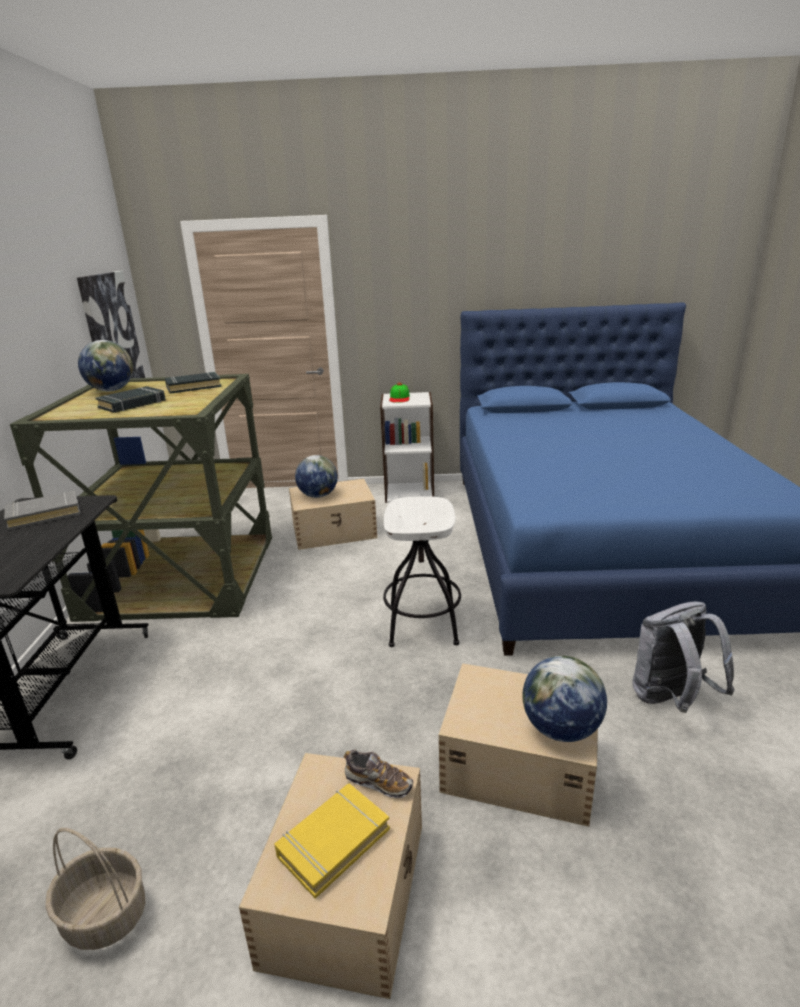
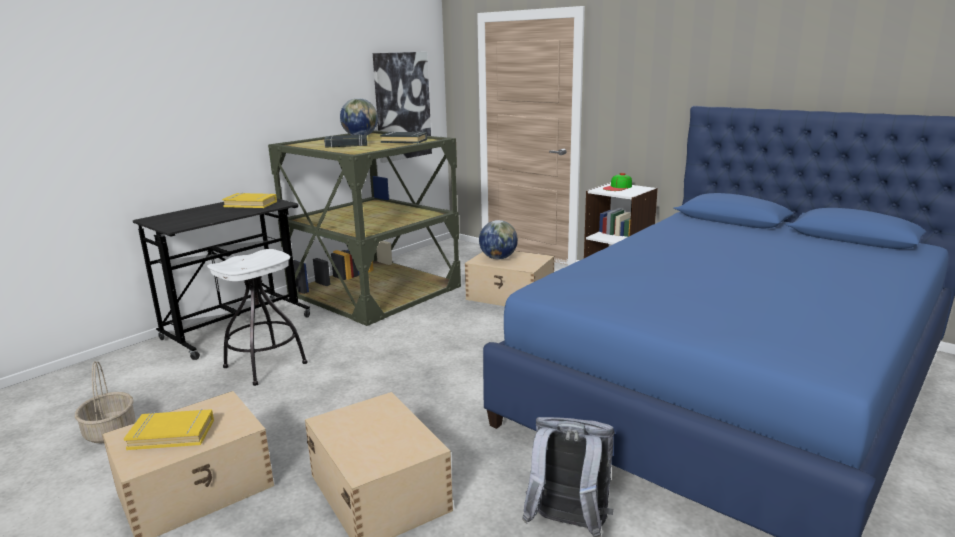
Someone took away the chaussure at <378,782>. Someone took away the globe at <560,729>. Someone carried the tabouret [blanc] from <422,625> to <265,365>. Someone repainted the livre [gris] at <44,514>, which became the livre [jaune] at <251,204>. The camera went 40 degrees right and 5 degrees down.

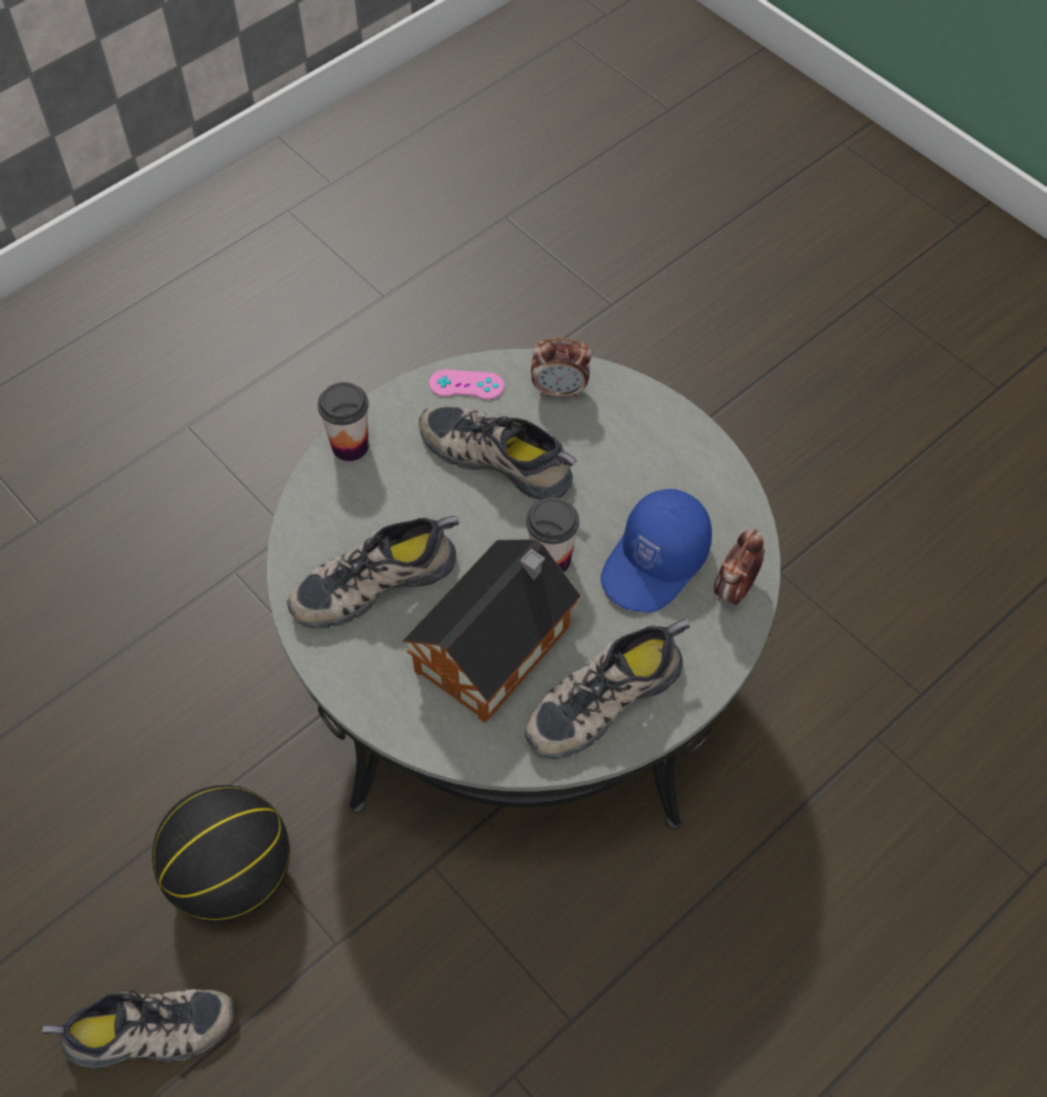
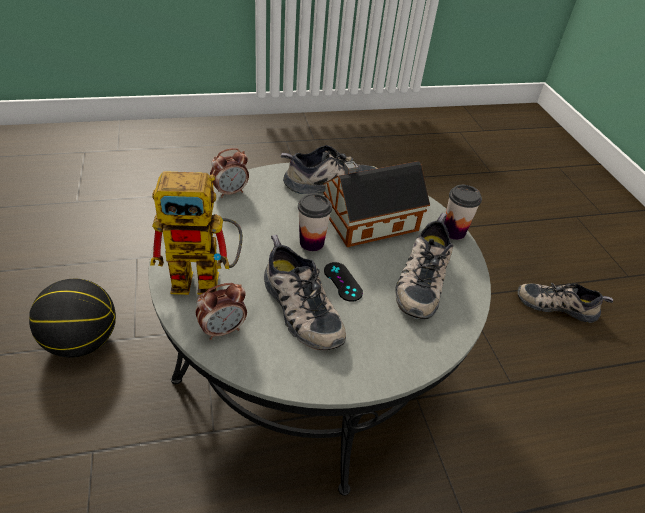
Someone took away the manette [rose] at <466,385>. Someone took away the casquette [bleu] at <656,563>. Someone put down the robot jouet at <207,279>. Someone put down the manette [noir] at <342,281>. Someone carried the ballon de basket from <233,876> to <82,341>. Someone carried the tasse from <350,446> to <454,232>. Someone rotated the chaussure at <374,579> by 105 degrees clockwise. Someone rotated the réveil at <560,390> by 120 degrees clockwise. The camera went 155 degrees left and 15 degrees down.

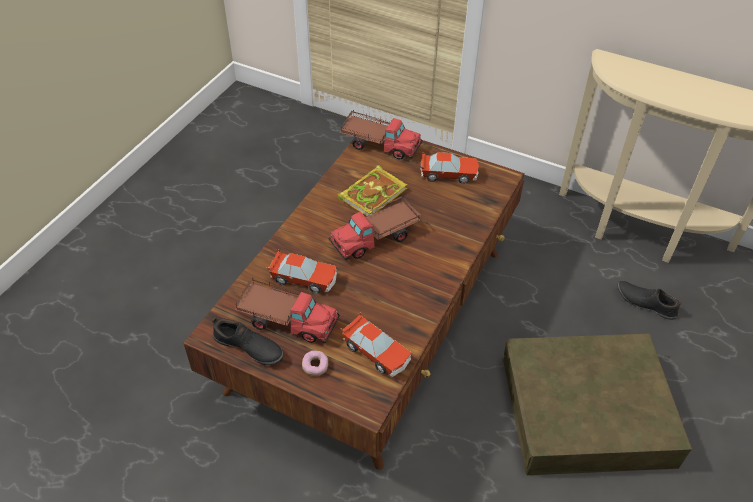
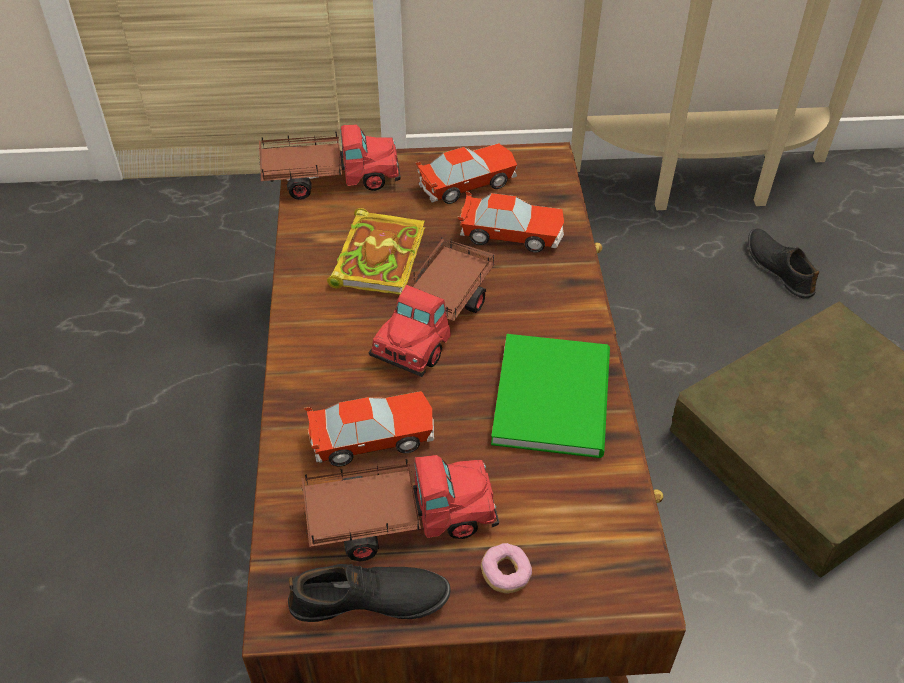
Someone put down the livre [vert] at <556,394>. Someone carried the petite voiture from <376,352> to <511,234>. Someone rotated the chaussure [noir] at <645,302> by 60 degrees clockwise. The camera went 30 degrees left and 0 degrees up.

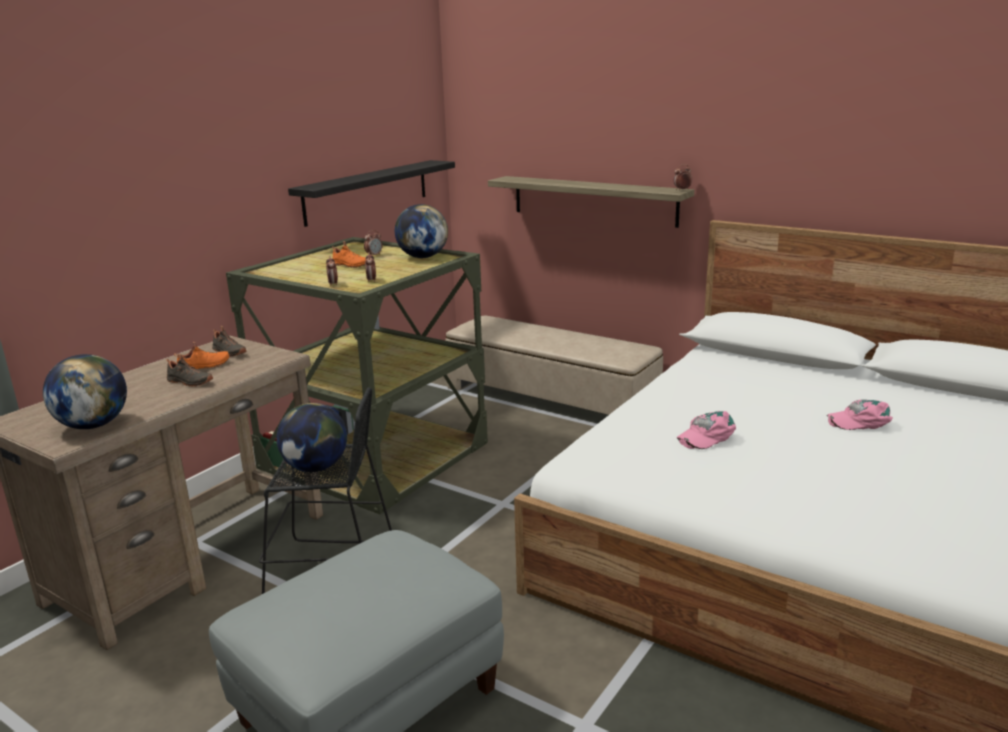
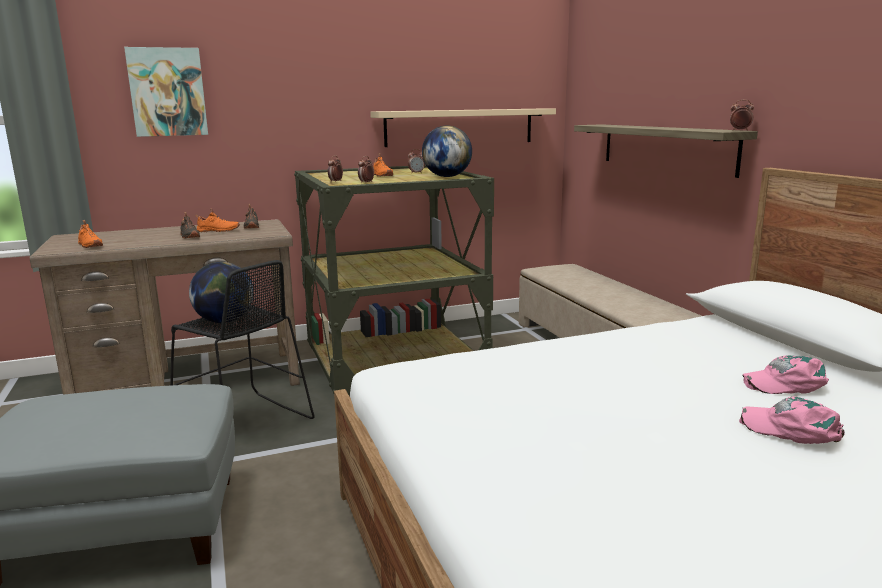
Someone put up the tableau at <167,92>. Someone carried the casquette [rose] from <705,436> to <784,383>. Someone swapped the globe at <93,425> for the chaussure [orange] at <89,246>. Someone repainted the étagère [noir] at <367,191>, which became the étagère [beige] at <459,127>. The camera went 35 degrees right and 5 degrees down.

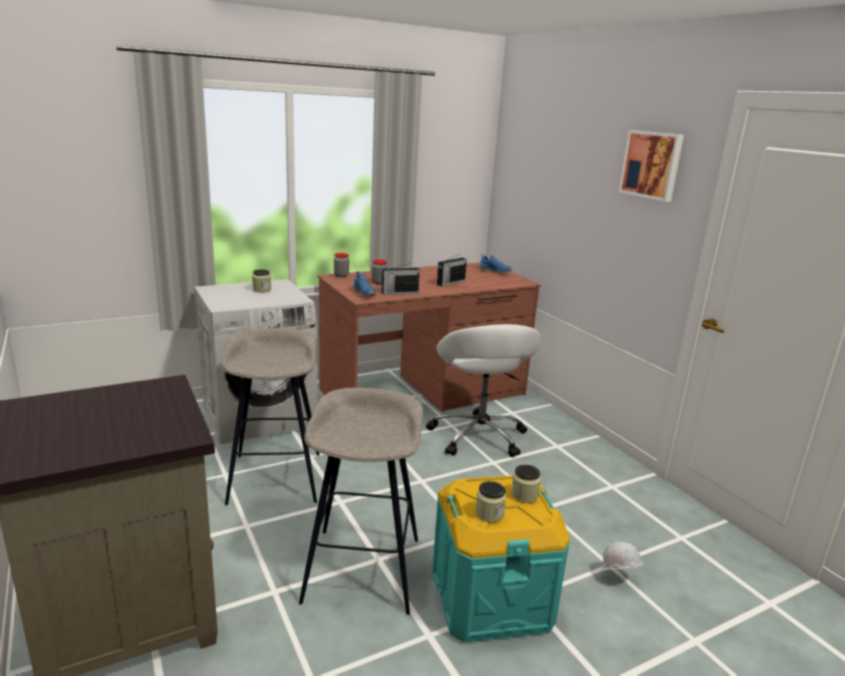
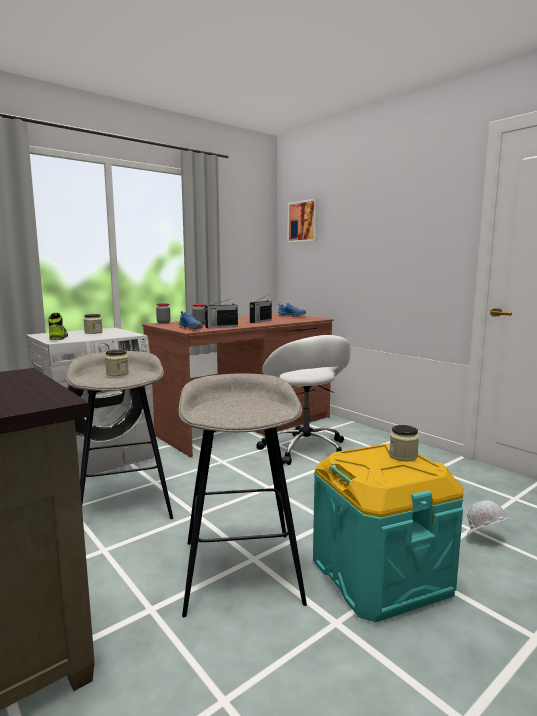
Someone put down the chaussure at <58,338>. Someone carried the bocal from <489,514> to <117,374>. Someone carried the tableau from <652,165> to <304,221>. The camera went 10 degrees left and 10 degrees down.

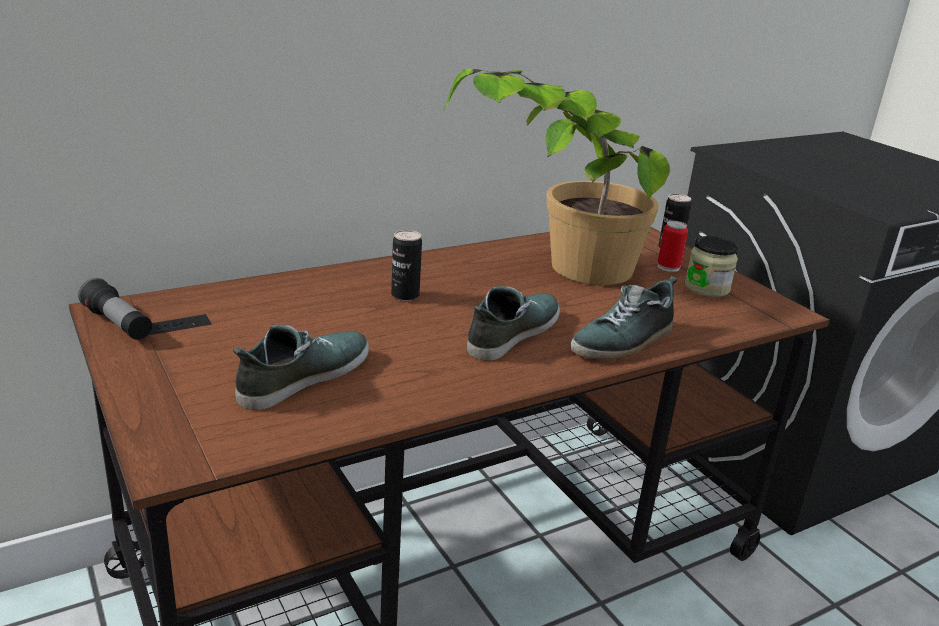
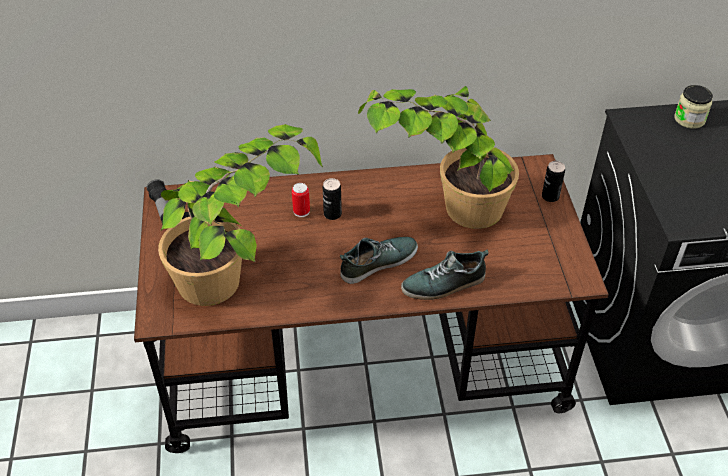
Someone carried the boîte métallique from <668,267> to <301,211>. Someone carried the bocal from <707,287> to <689,119>. Someone swapped the chaussure at <303,376> for the plante en pot at <241,273>. The camera went 25 degrees right and 20 degrees up.

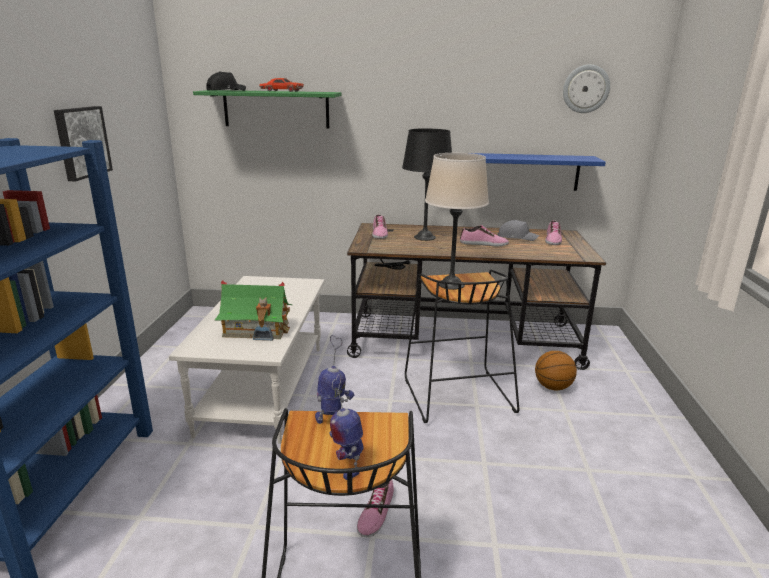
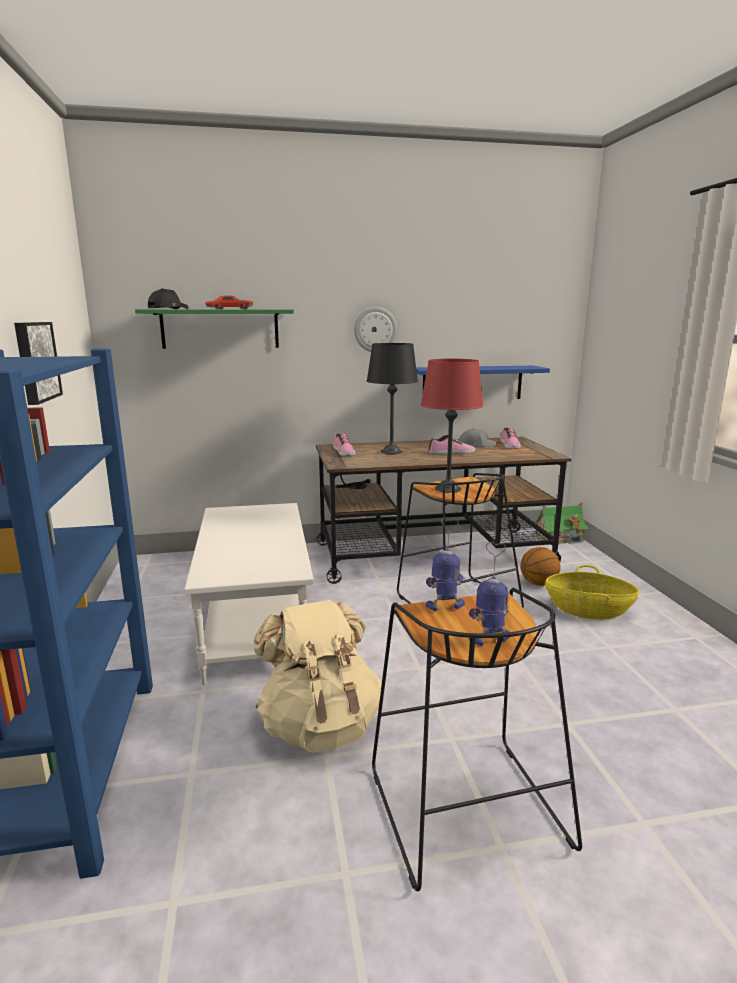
Someone took away the chaussure at <376,512>. Someone put down the sac à dos [beige] at <320,725>. Someone put down the panier at <588,610>. Someone carried the maison miniature from <256,329> to <559,538>. Someone carried the horloge murale from <585,89> to <375,329>. Someone repainted the lampe de table [beige] at <451,284>, which became the lampe de table [rouge] at <448,489>. Someone rotated the robot jouet at <347,464> by 105 degrees clockwise. The camera went 15 degrees left and 5 degrees down.

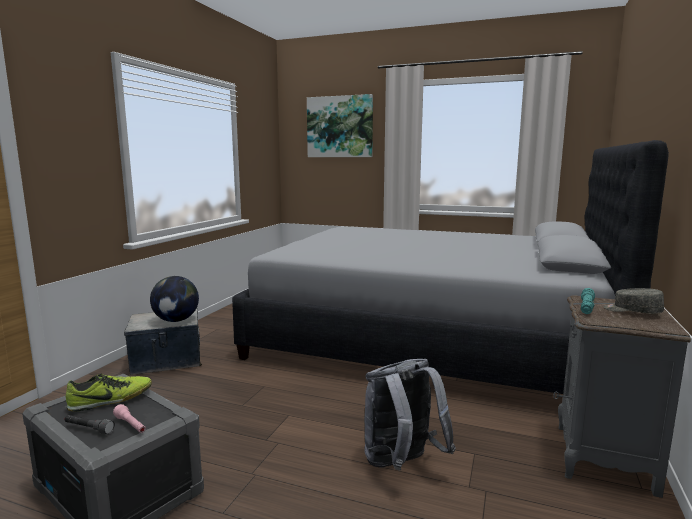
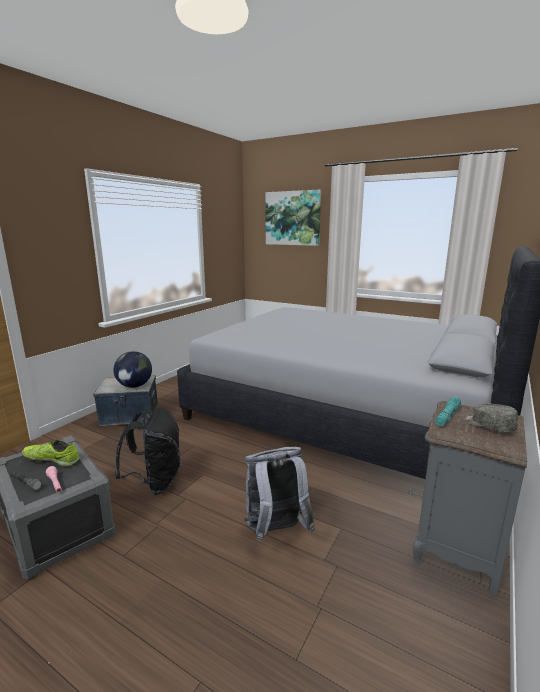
Someone put down the sac à dos [noir] at <155,482>. Someone rotated the chaussure at <111,400> by 150 degrees counterclockwise. The camera went 10 degrees right and 5 degrees up.

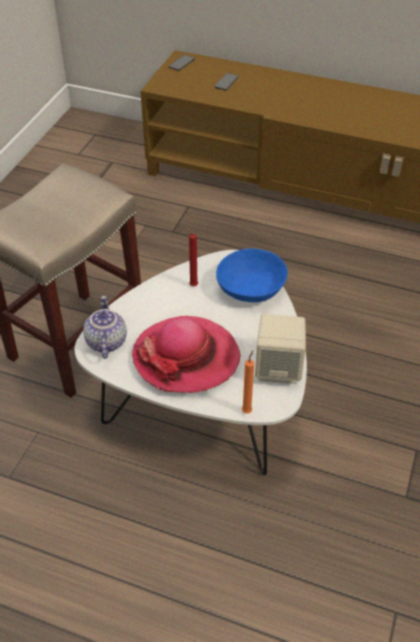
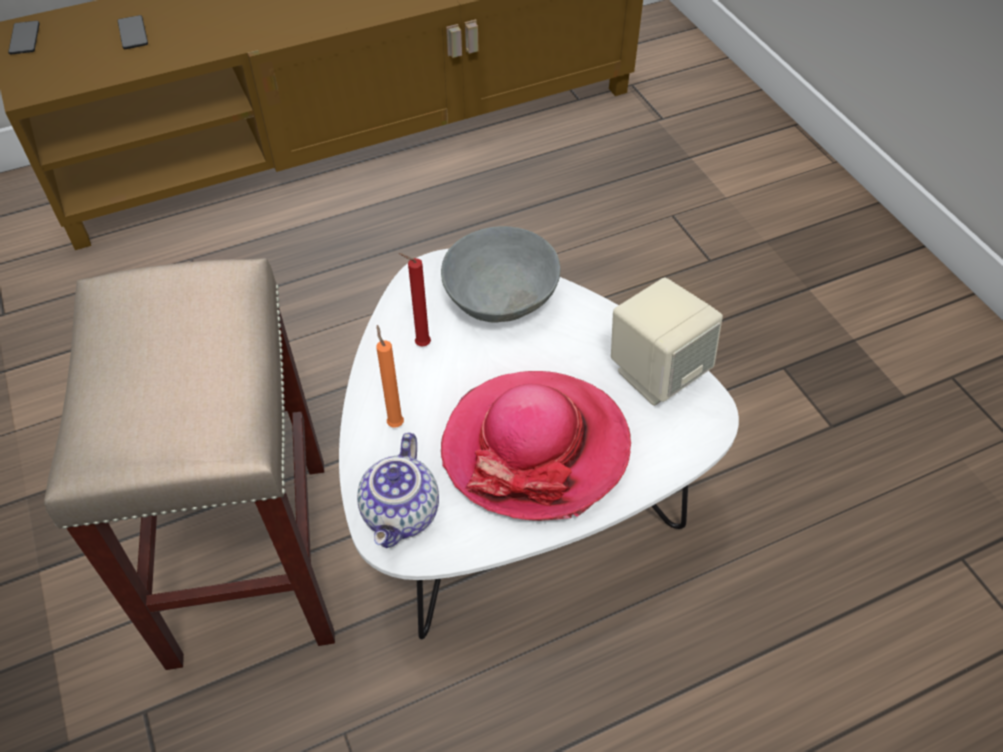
Someone carried the bougie [orange] from <247,410> to <395,422>. Someone repainted the bol [bleu] at <251,289>, which became the bol [gris] at <500,296>. Someone rotated the théière at <105,342> by 120 degrees counterclockwise. The camera went 45 degrees left and 5 degrees up.

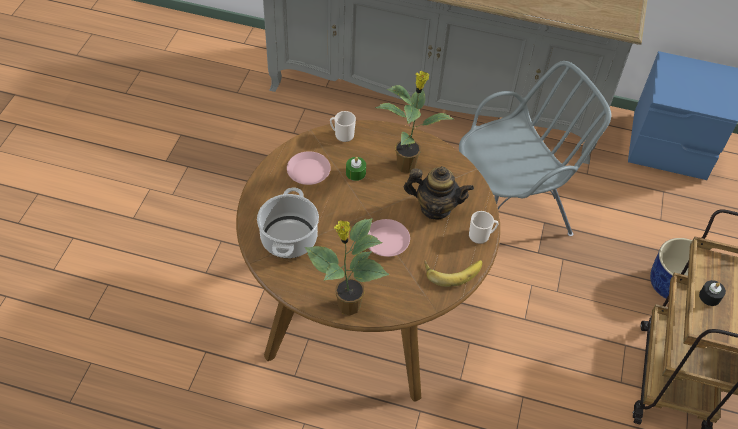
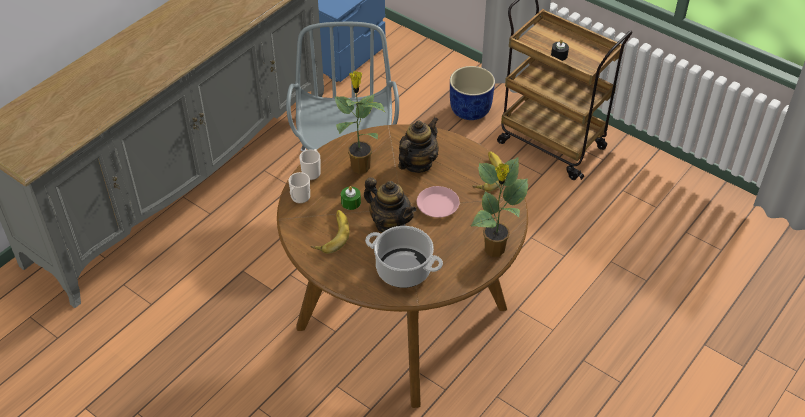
Someone put down the théière at <390,223>. Someone carried the mug from <481,235> to <312,172>. Someone swapped the assiette [rose] at <308,171> for the banane at <330,234>. The camera went 65 degrees left and 5 degrees down.

